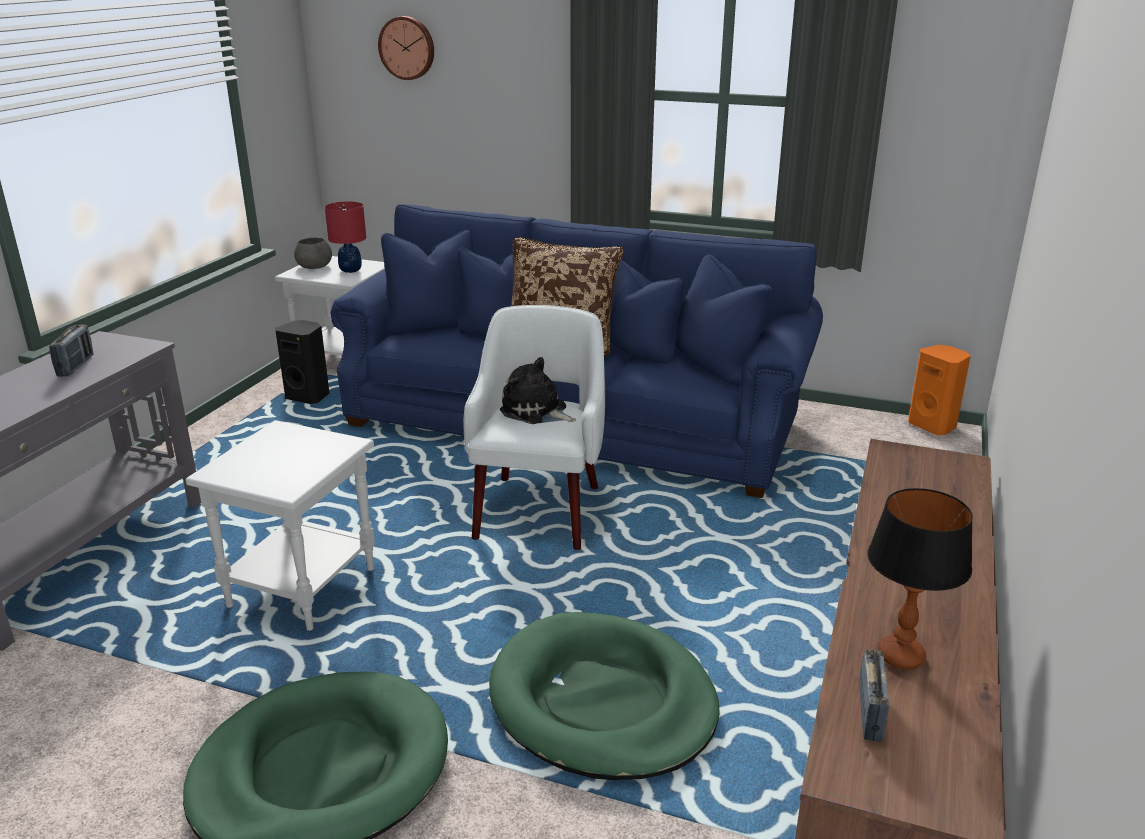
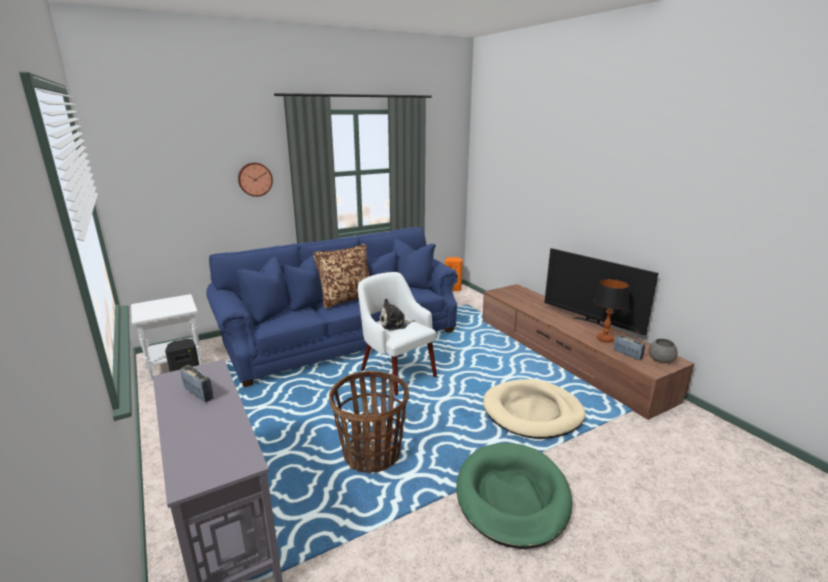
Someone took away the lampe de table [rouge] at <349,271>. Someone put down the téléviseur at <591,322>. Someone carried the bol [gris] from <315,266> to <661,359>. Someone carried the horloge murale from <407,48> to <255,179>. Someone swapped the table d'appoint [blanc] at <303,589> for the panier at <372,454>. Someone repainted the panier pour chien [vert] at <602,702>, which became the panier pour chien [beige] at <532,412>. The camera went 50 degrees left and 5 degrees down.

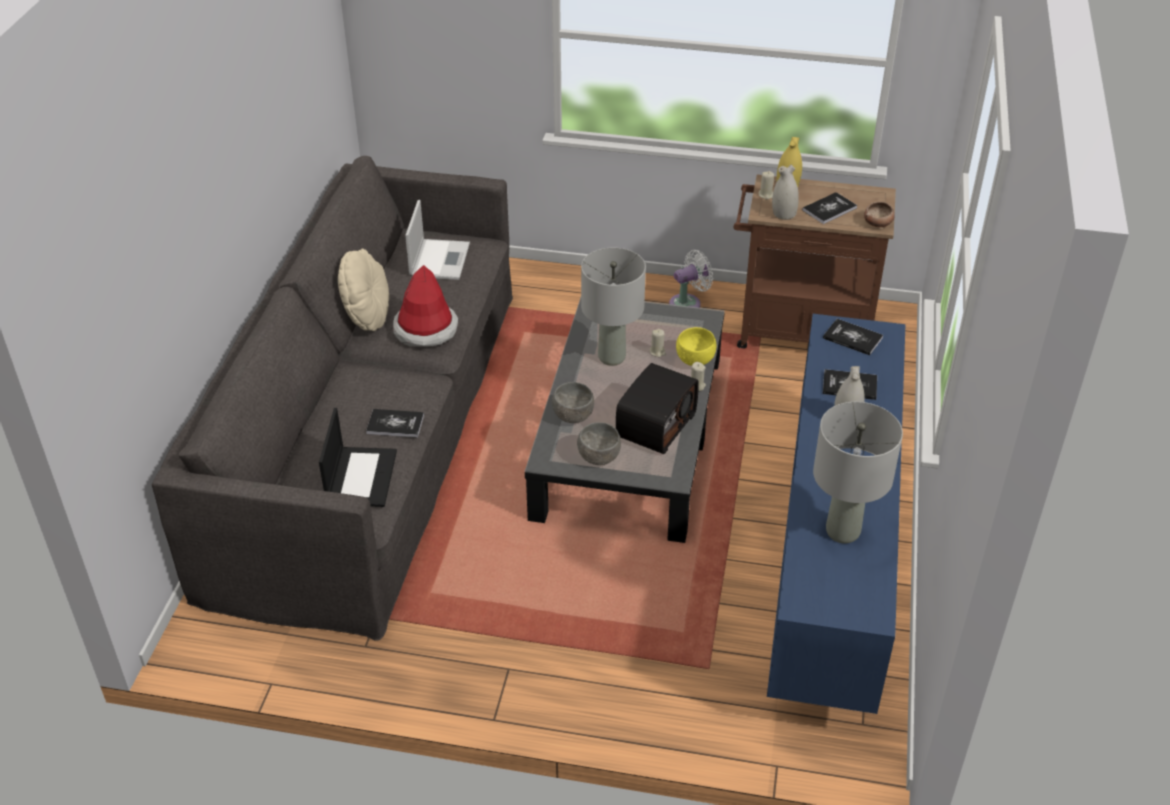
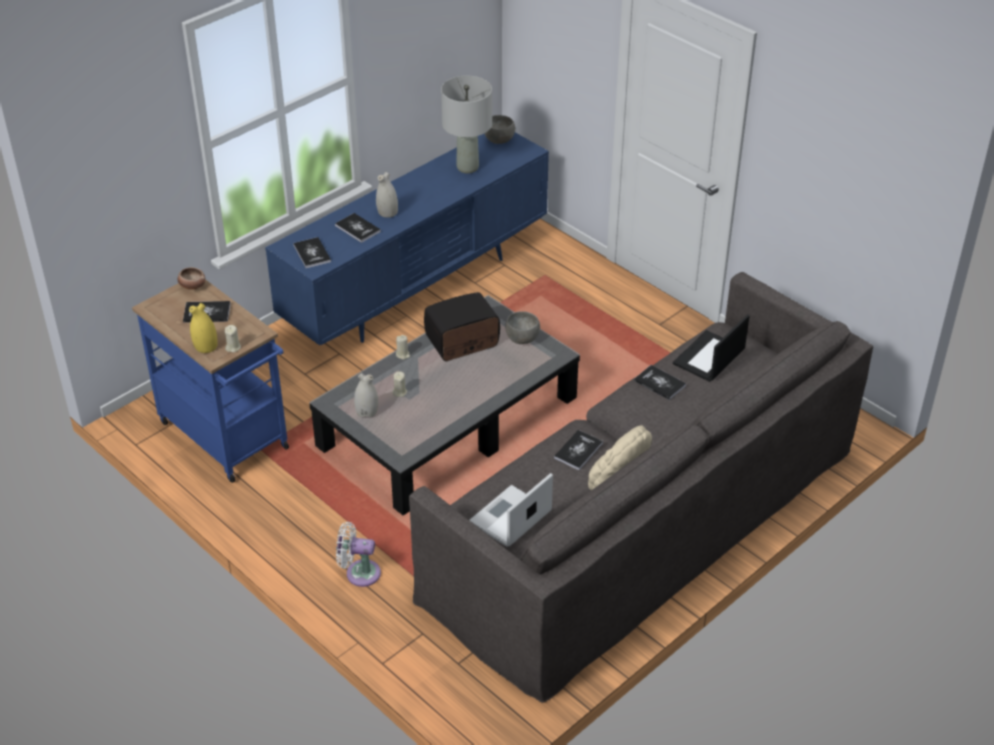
Someone took away the lampe de table [gris] at <611,357>. Someone took away the bol [jaune] at <694,360>. Someone carried the bol [gris] from <572,416> to <499,140>. Someone carried the ventilateur [blanc] from <688,303> to <359,573>. Someone carried the vase [blanc] from <783,214> to <367,412>. Someone swapped the chapeau at <426,329> for the livre at <578,451>. Someone repainted the chariot [marron] at <799,333>, which became the chariot [bleu] at <226,438>. The camera went 145 degrees left and 0 degrees up.

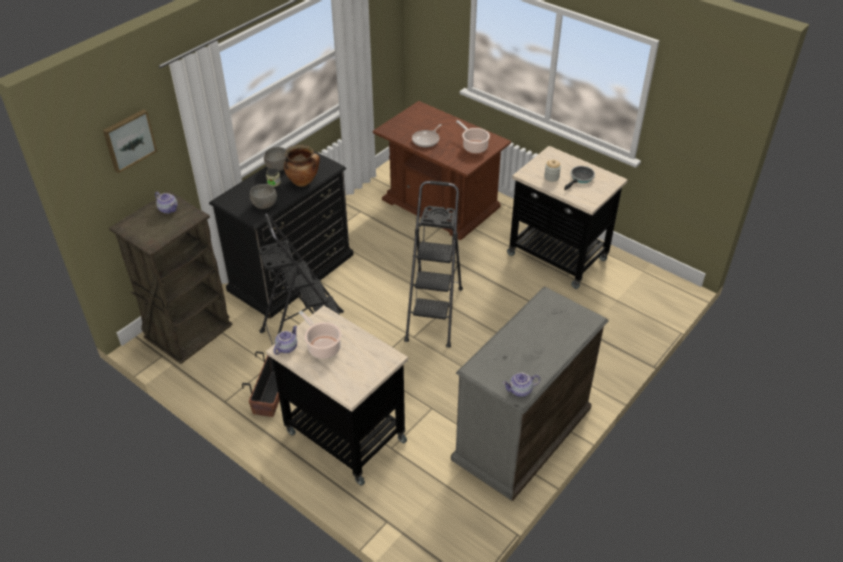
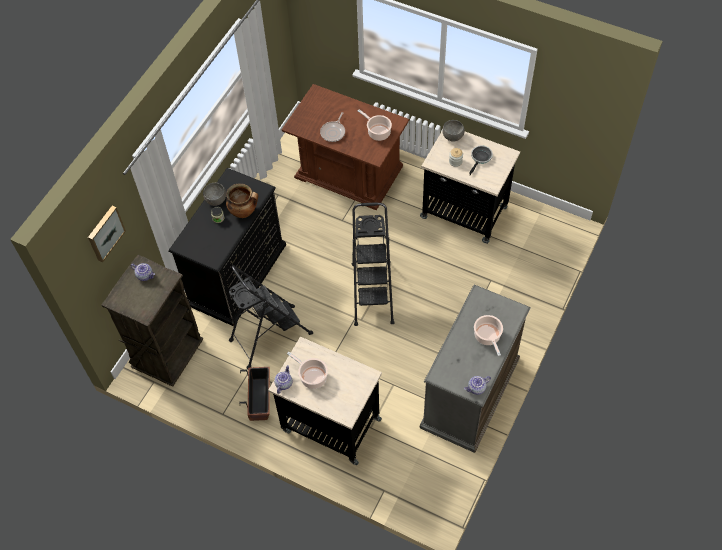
Someone put down the marmite at <487,337>. Someone carried the bol [gris] from <265,205> to <453,136>. The camera went 10 degrees left and 15 degrees up.

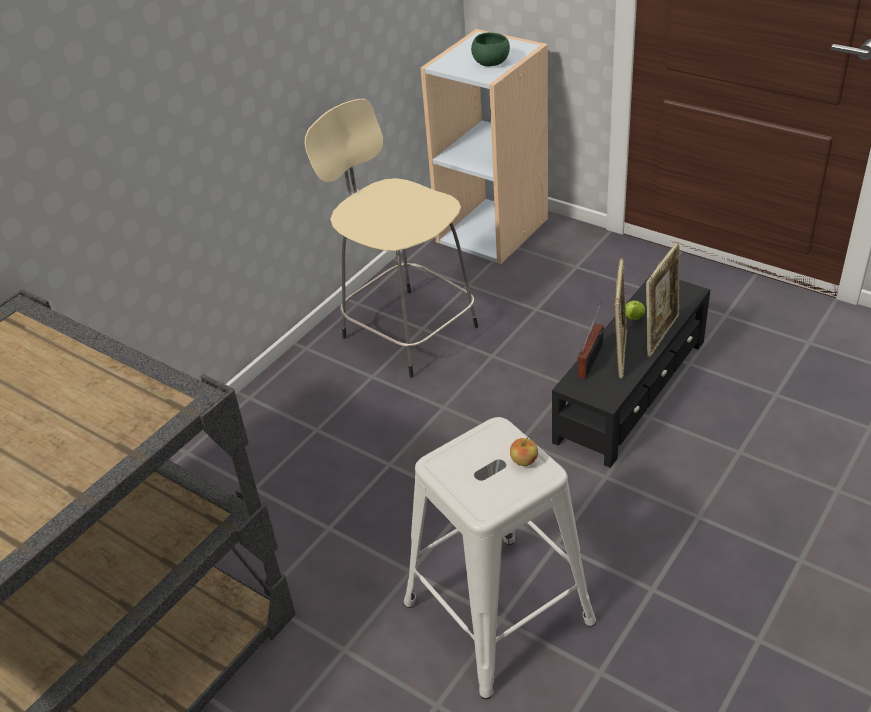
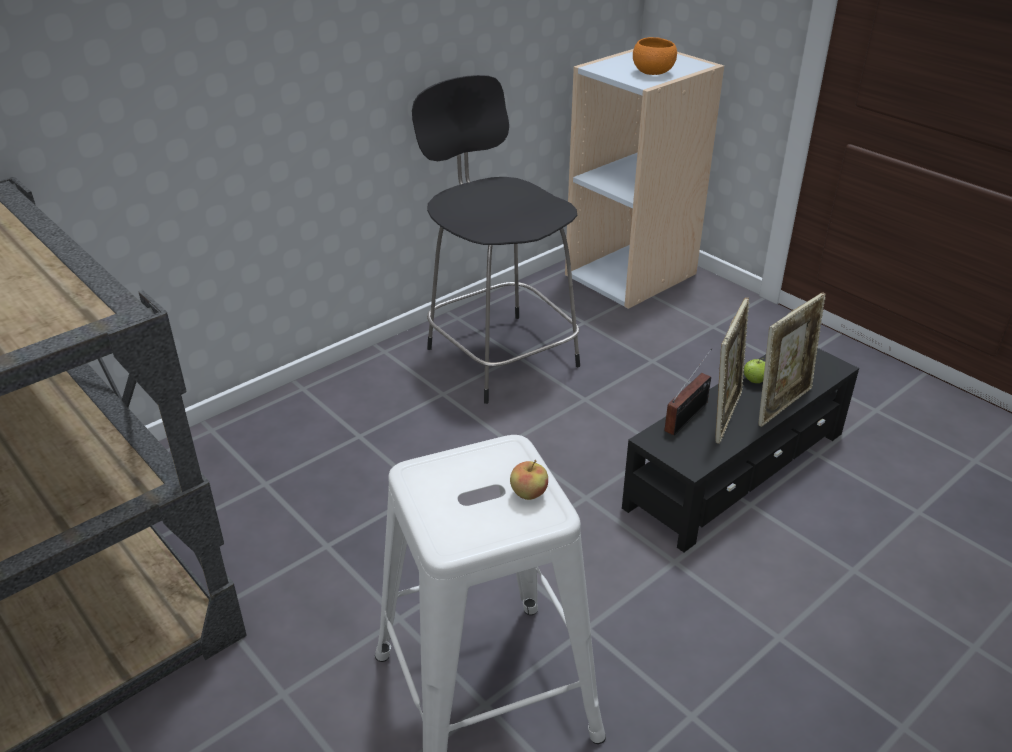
Someone repainted the tabouret [beige] at <406,330>, which became the tabouret [noir] at <499,354>. Someone repainted the bol [vert] at <491,63>, which became the bol [orange] at <652,73>. The camera went 10 degrees right and 5 degrees down.

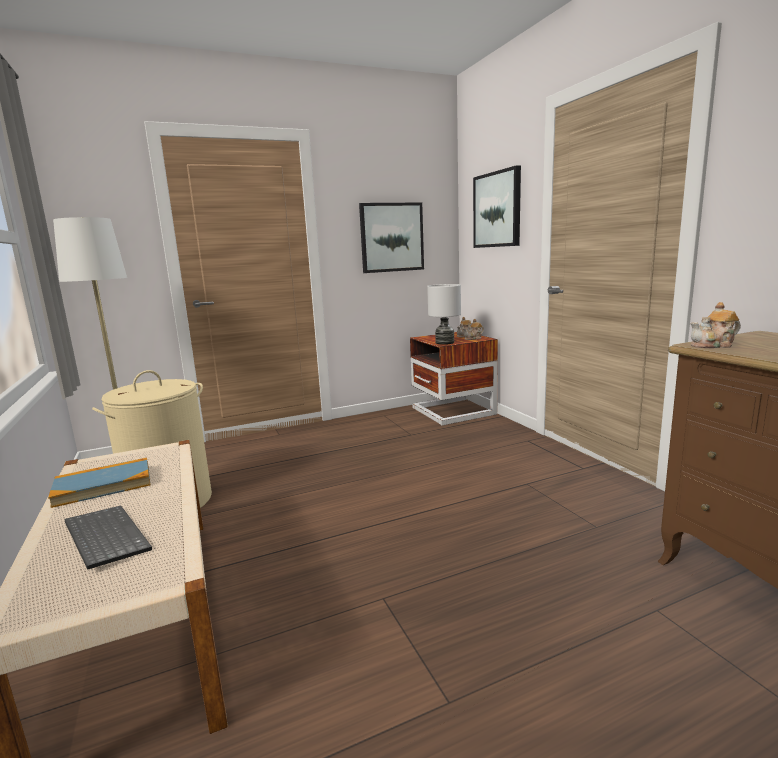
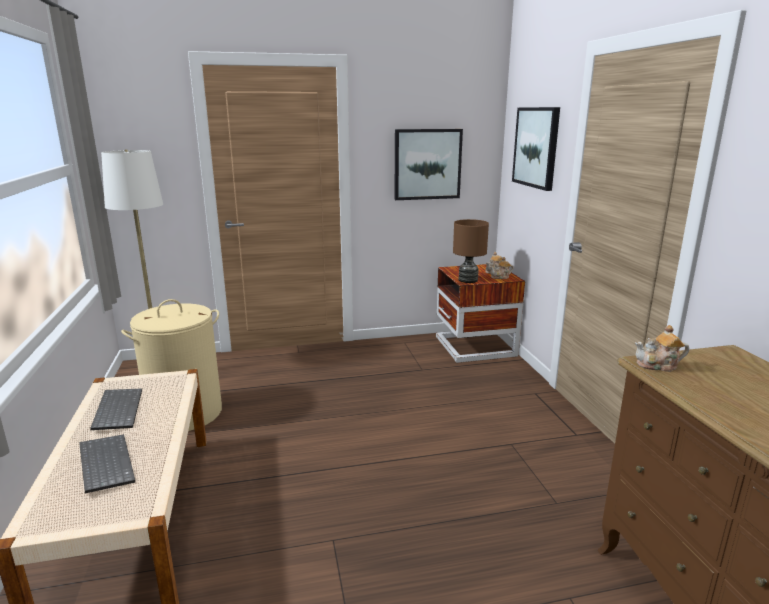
Someone swapped the livre at <103,485> for the clavier at <117,410>. Someone repainted the lampe de table [gris] at <444,343>, which became the lampe de table [marron] at <468,280>. The camera went 10 degrees right and 5 degrees up.

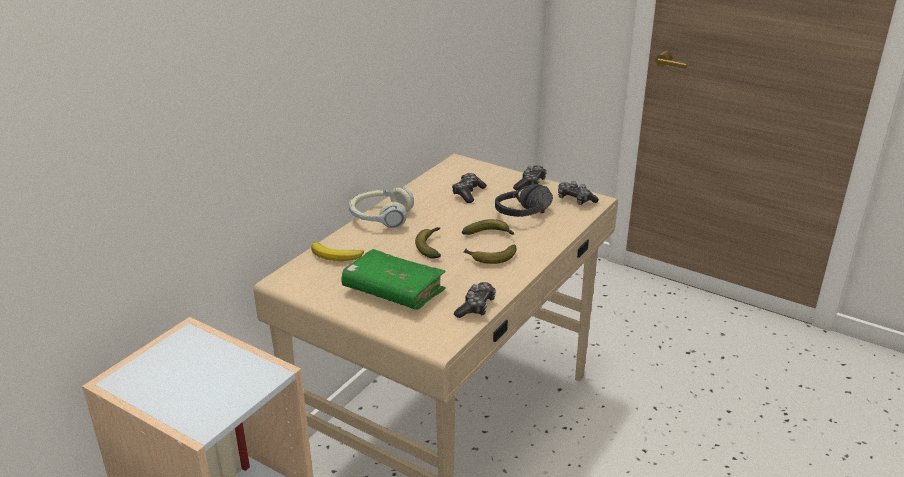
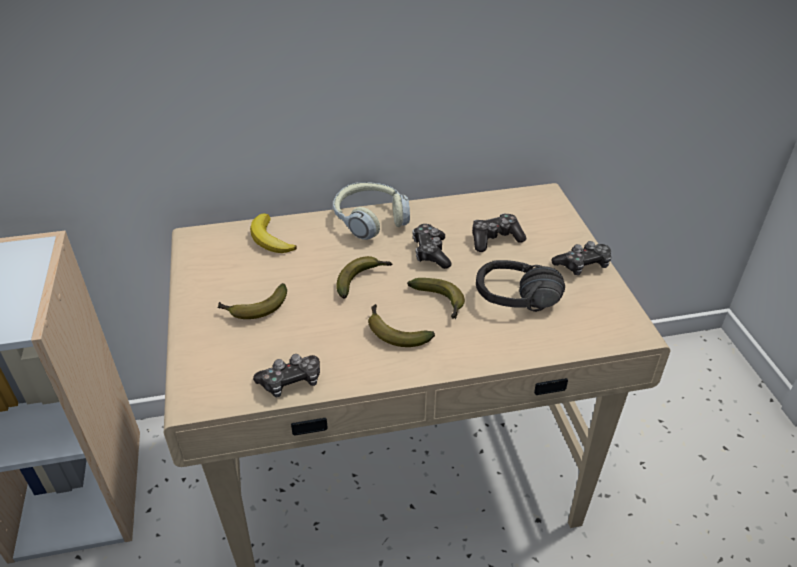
Someone carried the manette from <575,200> to <430,252>. Someone swapped the livre [vert] at <393,291> for the banane at <254,309>. The camera went 45 degrees right and 10 degrees up.

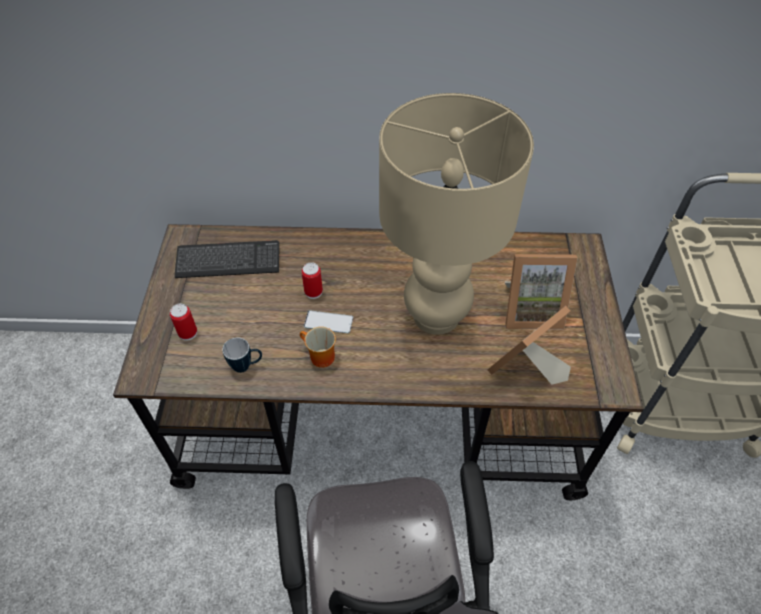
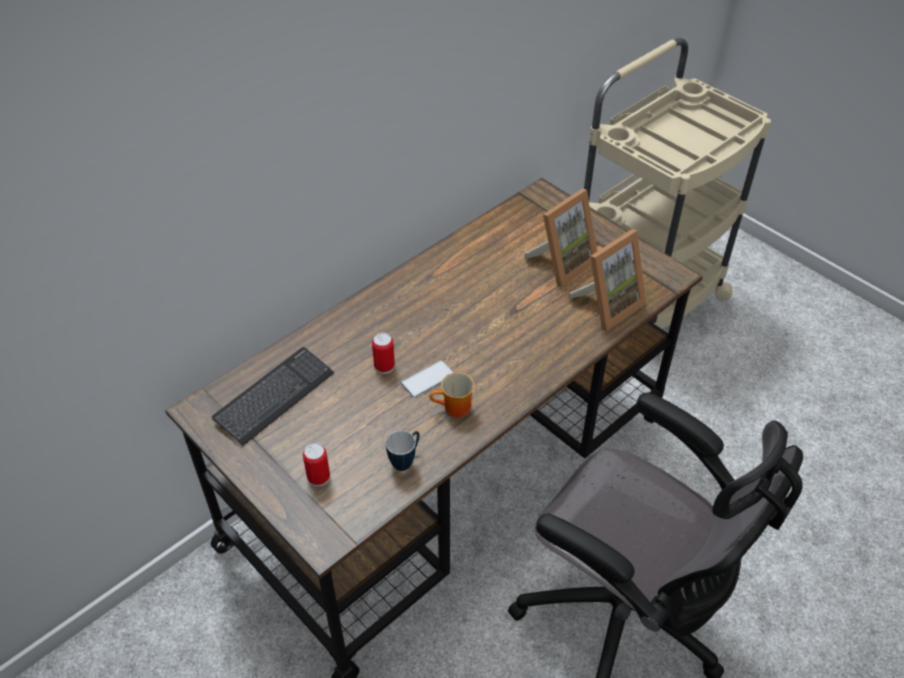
Someone took away the lampe de table [beige] at <435,315>. Someone rotated the cadre photo at <526,370> by 135 degrees counterclockwise. The camera went 45 degrees left and 5 degrees down.

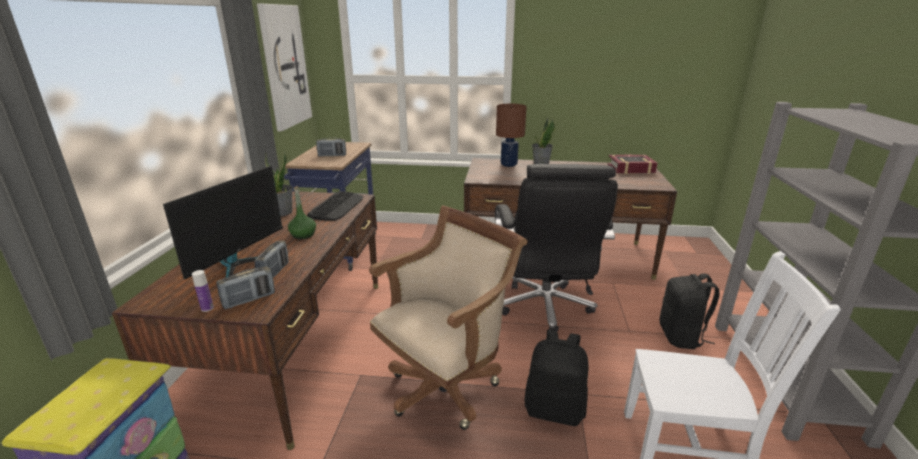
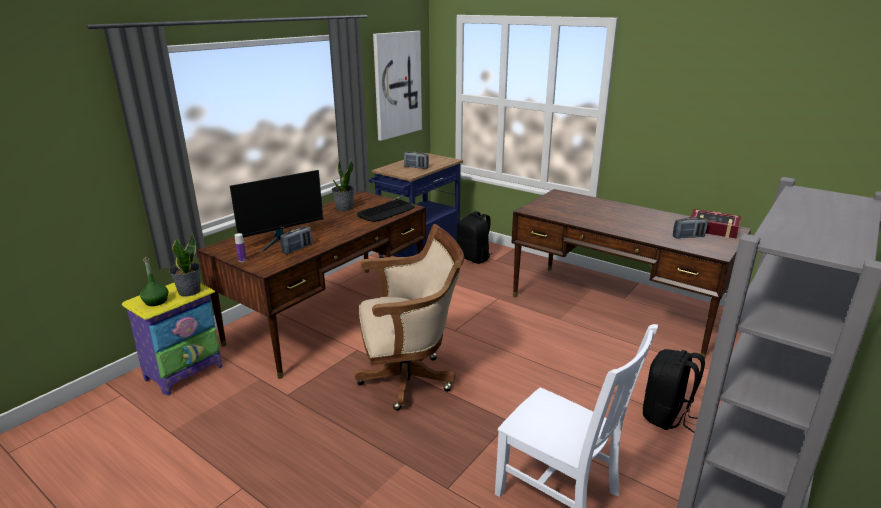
Someone took away the chaise de bureau [noir] at <545,309>. Someone took away the lampe de table [marron] at <509,165>. Someone carried the radio from <249,300> to <688,237>. Someone carried the bouteille [vert] from <303,235> to <156,301>. Someone carried the sac à dos [noir] from <554,409> to <474,258>. Someone carried the plante en pot from <541,164> to <189,291>. The camera went 30 degrees right and 0 degrees up.

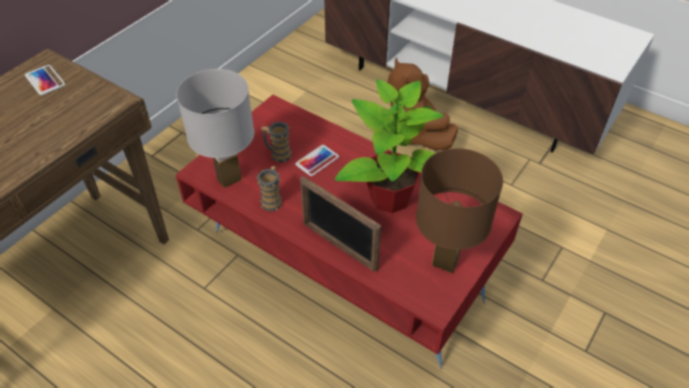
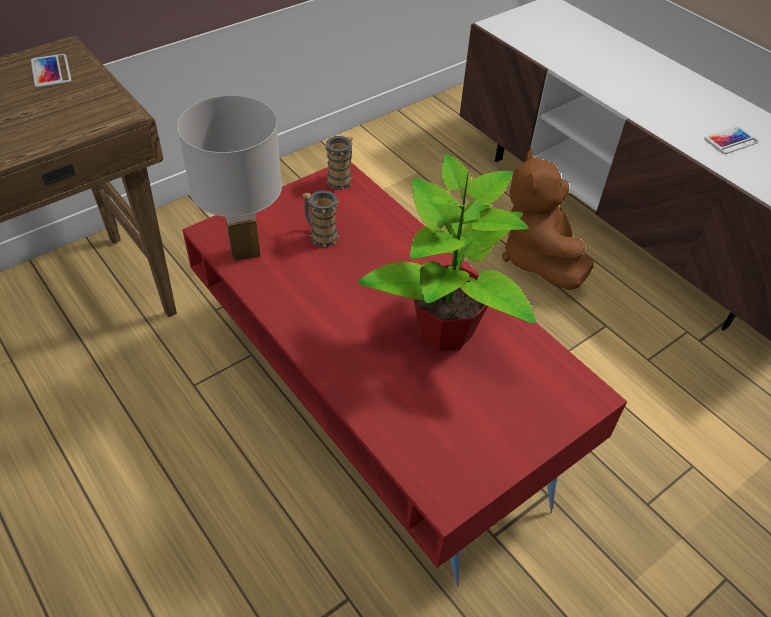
Someone took away the cadre photo at <339,246>. Someone took away the lampe de table [marron] at <444,263>. Someone carried the mug from <272,200> to <341,179>. Someone carried the téléphone from <317,160> to <731,140>. The camera went 15 degrees right and 0 degrees up.

